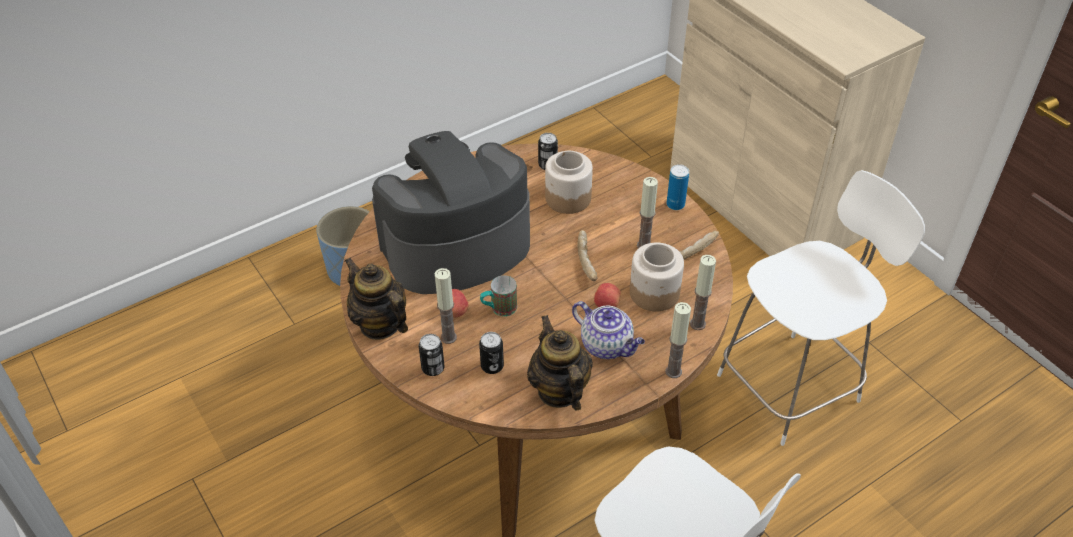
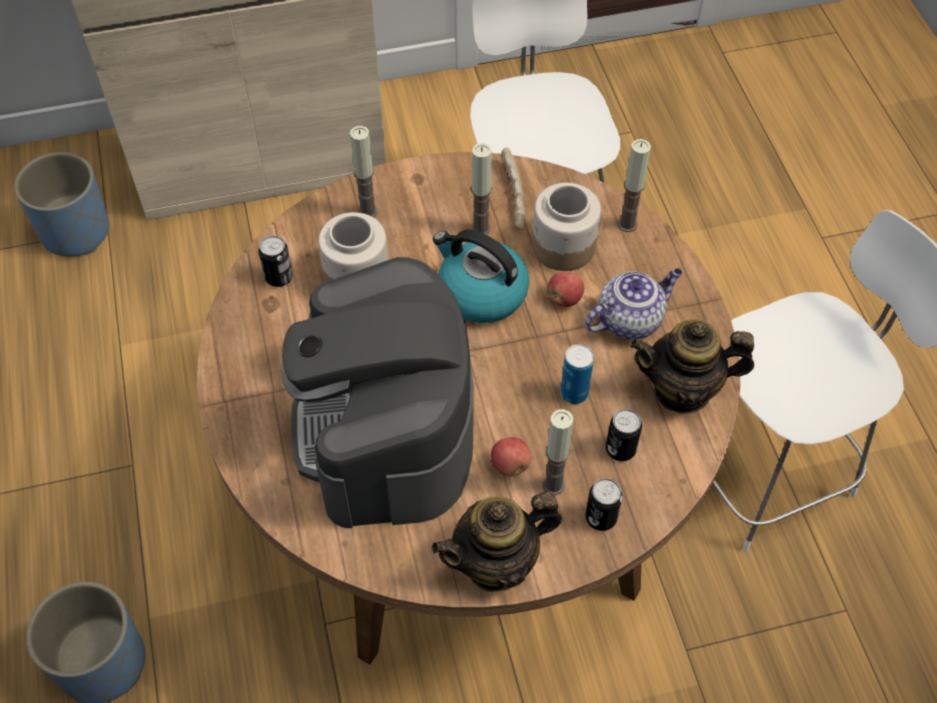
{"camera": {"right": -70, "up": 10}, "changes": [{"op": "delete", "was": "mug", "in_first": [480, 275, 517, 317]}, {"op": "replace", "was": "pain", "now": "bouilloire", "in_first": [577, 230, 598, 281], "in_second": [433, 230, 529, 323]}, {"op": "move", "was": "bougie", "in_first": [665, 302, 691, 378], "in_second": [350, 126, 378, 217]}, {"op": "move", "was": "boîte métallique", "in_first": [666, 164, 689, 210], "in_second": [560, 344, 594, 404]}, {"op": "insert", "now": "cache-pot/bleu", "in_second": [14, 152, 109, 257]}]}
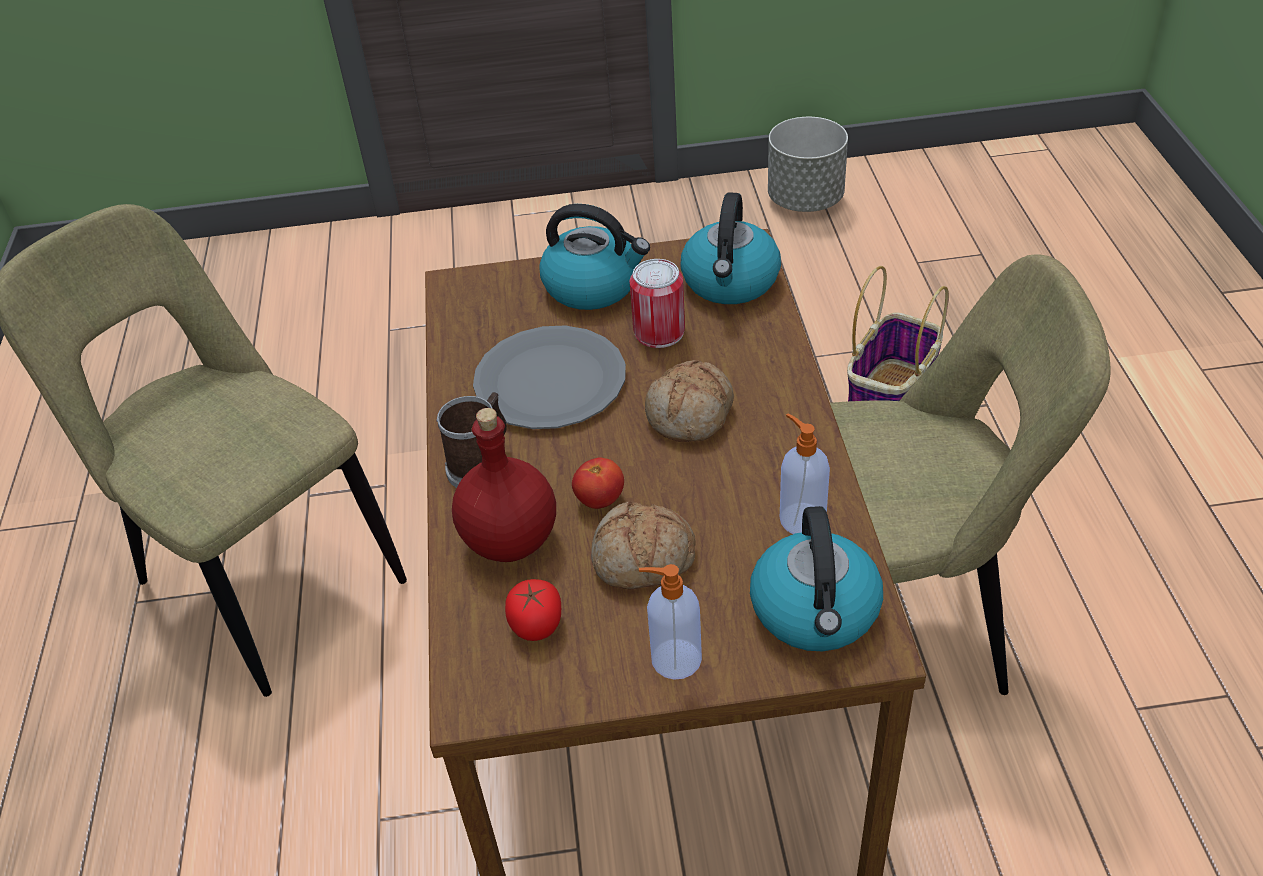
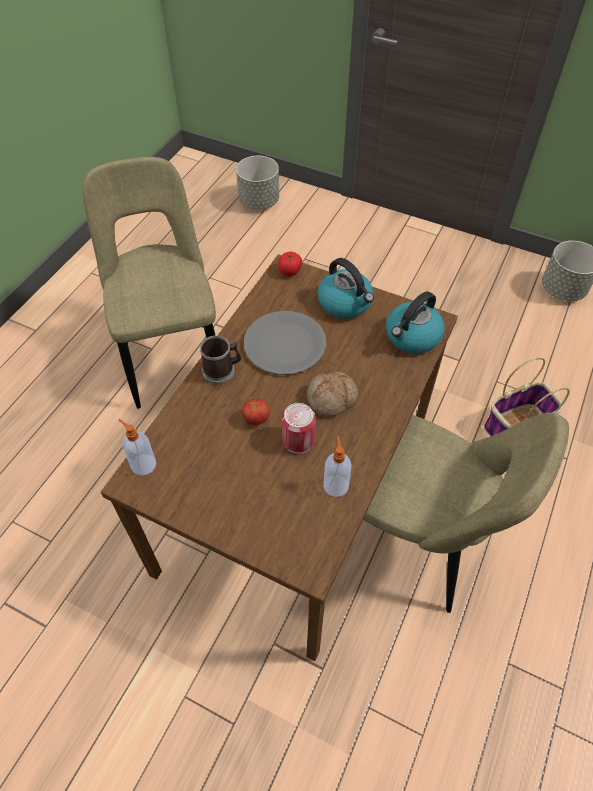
{"camera": {"right": 30, "up": 10}, "changes": [{"op": "delete", "was": "bouteille/rouge", "in_first": [452, 408, 556, 562]}, {"op": "move", "was": "tomate", "in_first": [505, 579, 561, 641], "in_second": [278, 252, 302, 276]}, {"op": "delete", "was": "pain", "in_first": [591, 501, 696, 589]}, {"op": "move", "was": "boîte métallique", "in_first": [630, 259, 685, 348], "in_second": [282, 403, 316, 454]}, {"op": "move", "was": "distributeur de savon", "in_first": [639, 564, 702, 680], "in_second": [119, 419, 156, 476]}, {"op": "delete", "was": "bouilloire", "in_first": [750, 506, 883, 651]}, {"op": "insert", "now": "cache-pot/gris", "in_second": [236, 156, 279, 210]}]}
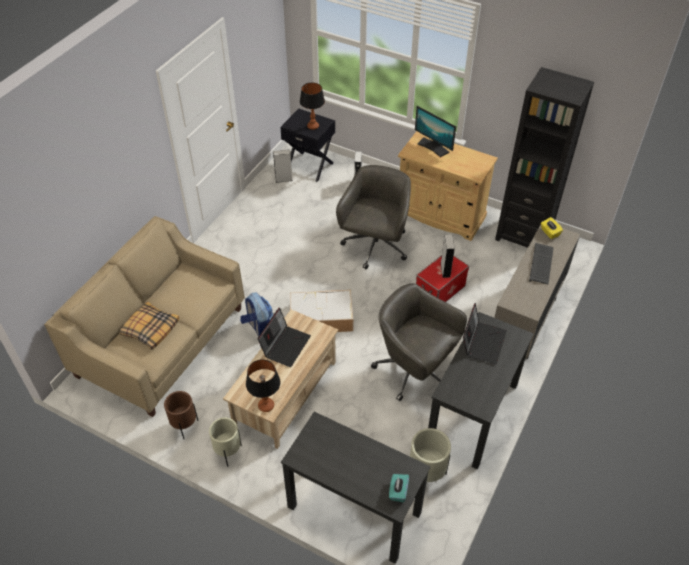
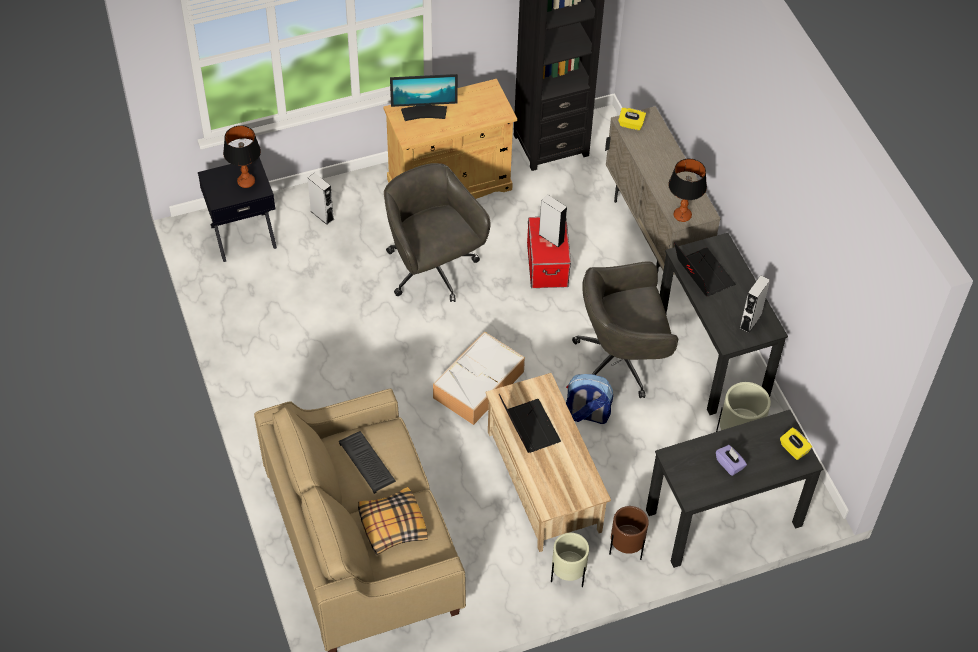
{"camera": {"right": -50, "up": 5}, "changes": [{"op": "move", "was": "cache-pot/marron", "in_first": [164, 391, 198, 439], "in_second": [609, 506, 649, 560]}, {"op": "move", "was": "sac à dos", "in_first": [240, 292, 274, 337], "in_second": [566, 374, 613, 424]}, {"op": "move", "was": "lampe de table", "in_first": [246, 359, 280, 412], "in_second": [668, 159, 707, 222]}, {"op": "move", "was": "enceinte/gris", "in_first": [273, 150, 293, 183], "in_second": [740, 275, 770, 333]}, {"op": "recolor", "was": "boîte à mouchoirs/turquoise", "now": "boîte à mouchoirs/jaune", "in_first": [389, 474, 409, 502], "in_second": [780, 428, 812, 460]}, {"op": "move", "was": "clavier", "in_first": [529, 243, 554, 284], "in_second": [339, 431, 396, 494]}, {"op": "insert", "now": "boîte à mouchoirs/violet", "in_second": [716, 445, 747, 476]}]}
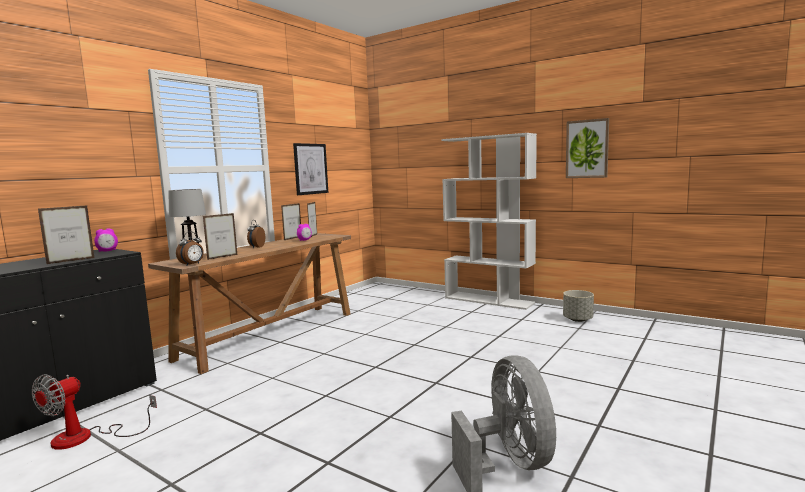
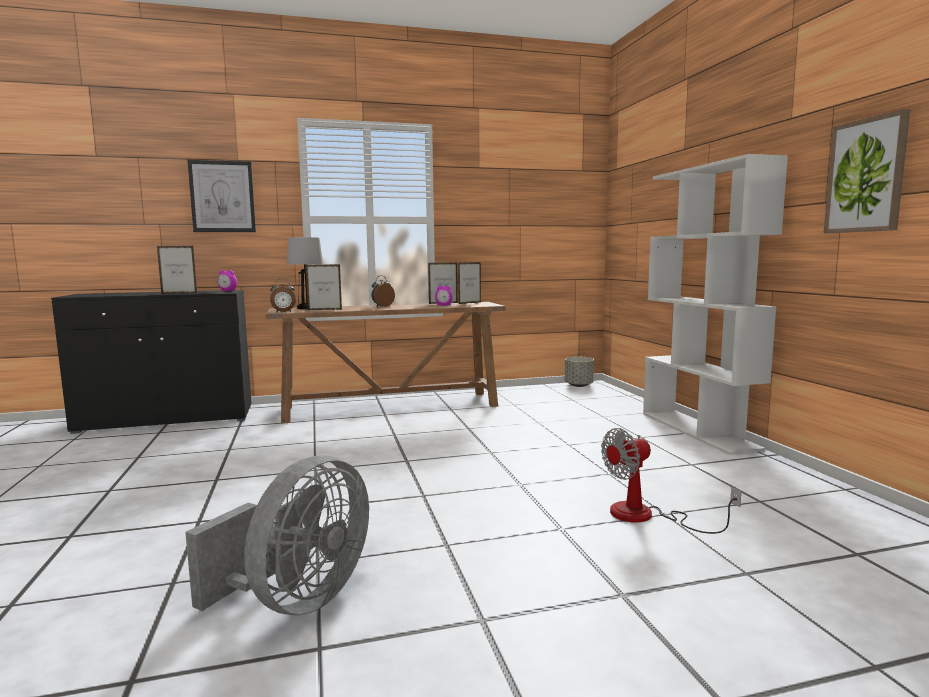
{"camera": {"right": 40, "up": 0}, "changes": [{"op": "move", "was": "ventilateur", "in_first": [32, 374, 157, 450], "in_second": [601, 428, 741, 534]}, {"op": "move", "was": "tableau", "in_first": [293, 143, 328, 195], "in_second": [187, 160, 256, 232]}, {"op": "move", "was": "cache-pot/gris", "in_first": [563, 290, 594, 322], "in_second": [565, 357, 594, 387]}]}
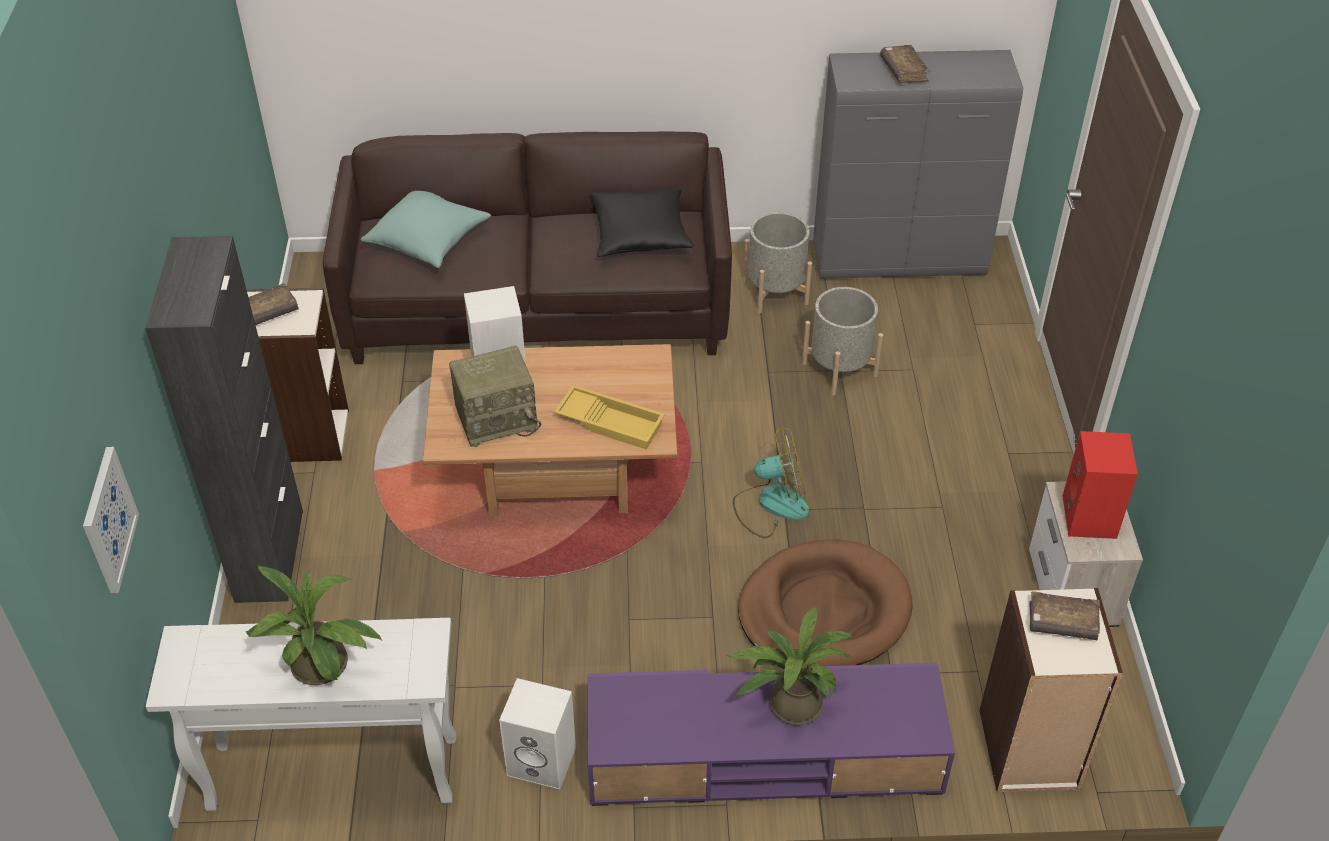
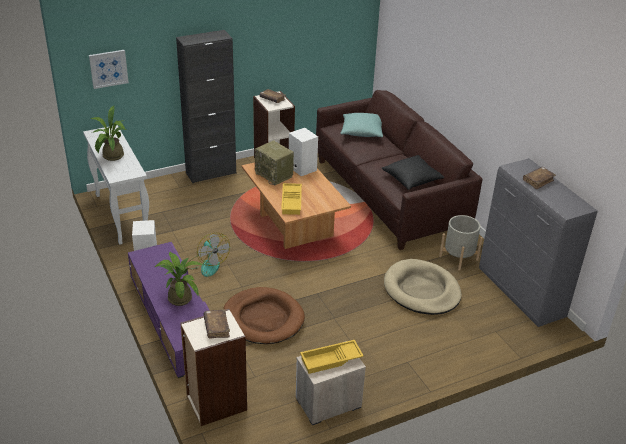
{"camera": {"right": 65, "up": -10}, "changes": [{"op": "move", "was": "ventilateur", "in_first": [733, 428, 809, 538], "in_second": [186, 233, 230, 277]}, {"op": "replace", "was": "cache-pot/gris", "now": "panier pour chien/beige", "in_first": [802, 287, 883, 396], "in_second": [384, 259, 462, 315]}, {"op": "replace", "was": "enceinte/rouge", "now": "plateau/jaune", "in_first": [1062, 431, 1138, 539], "in_second": [300, 340, 364, 374]}]}
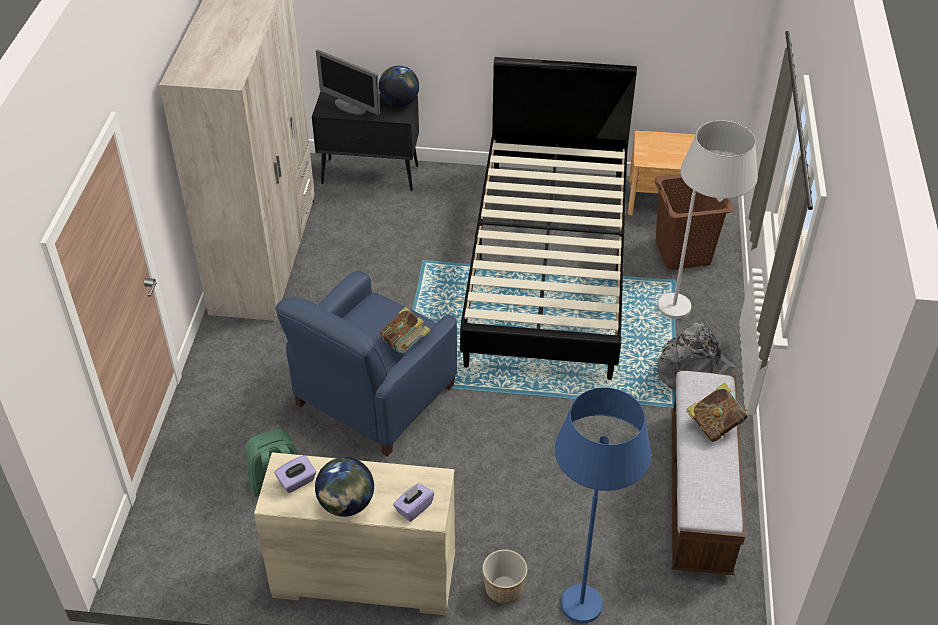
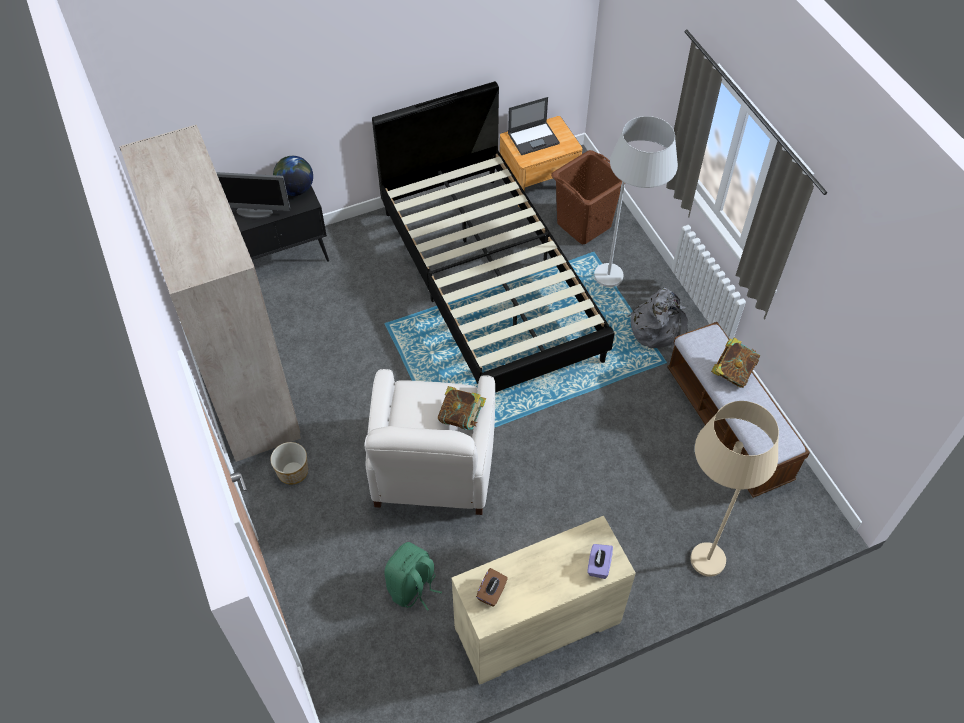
{"camera": {"right": -30, "up": 10}, "changes": [{"op": "recolor", "was": "boîte à mouchoirs/violet", "now": "boîte à mouchoirs/marron", "in_first": [274, 455, 316, 493], "in_second": [476, 568, 508, 606]}, {"op": "recolor", "was": "fauteuil/bleu", "now": "fauteuil/blanc", "in_first": [276, 271, 457, 457], "in_second": [364, 369, 495, 515]}, {"op": "delete", "was": "globe", "in_first": [315, 457, 374, 517]}, {"op": "move", "was": "cache-pot", "in_first": [482, 550, 527, 604], "in_second": [270, 442, 308, 485]}, {"op": "recolor", "was": "lampadaire/bleu", "now": "lampadaire/beige", "in_first": [555, 388, 651, 623], "in_second": [690, 401, 779, 576]}, {"op": "insert", "now": "ordinateur portable", "in_second": [508, 97, 560, 155]}]}
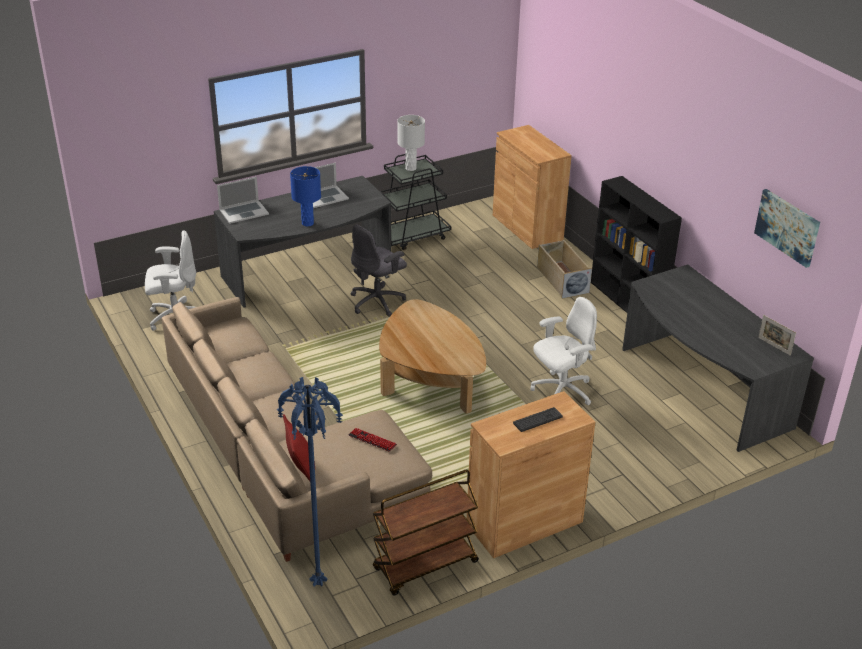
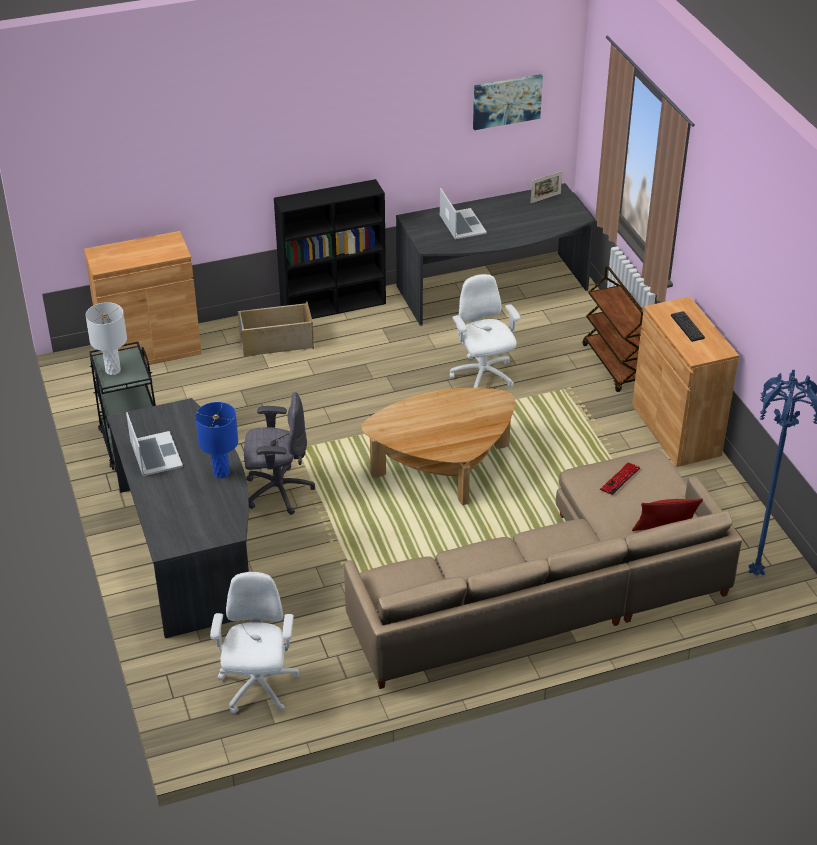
{"camera": {"right": -80, "up": 5}, "changes": [{"op": "move", "was": "ordinateur portable", "in_first": [217, 177, 269, 224], "in_second": [440, 188, 487, 239]}, {"op": "rotate", "was": "chaise de bureau/gris", "in_first": [351, 224, 407, 317], "in_second": [244, 392, 315, 515], "clockwise": -60}, {"op": "move", "was": "chariot/marron", "in_first": [373, 470, 479, 596], "in_second": [583, 266, 644, 392]}]}
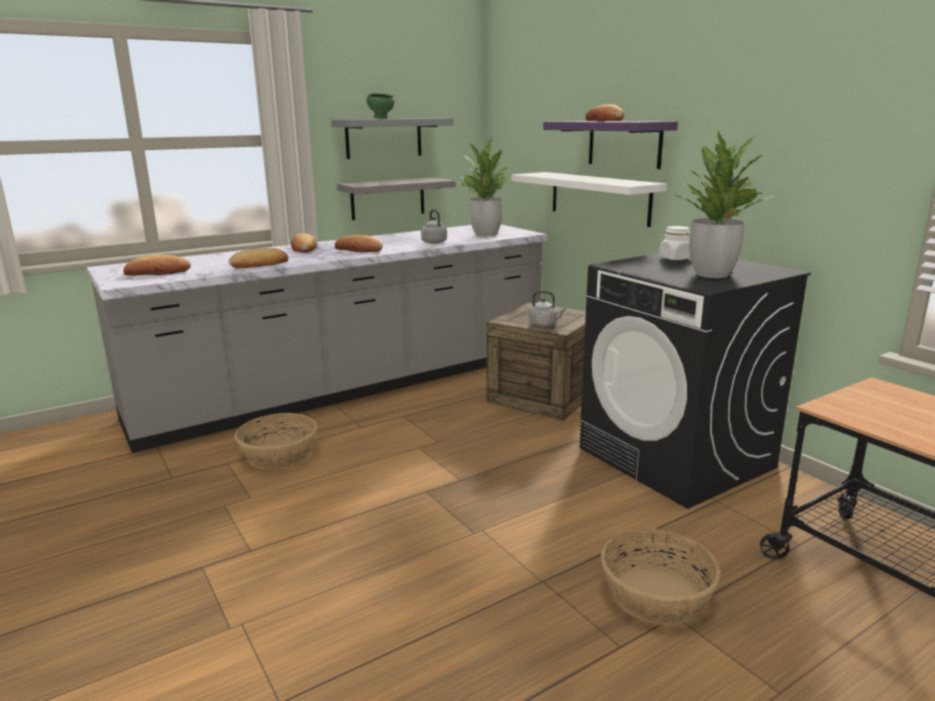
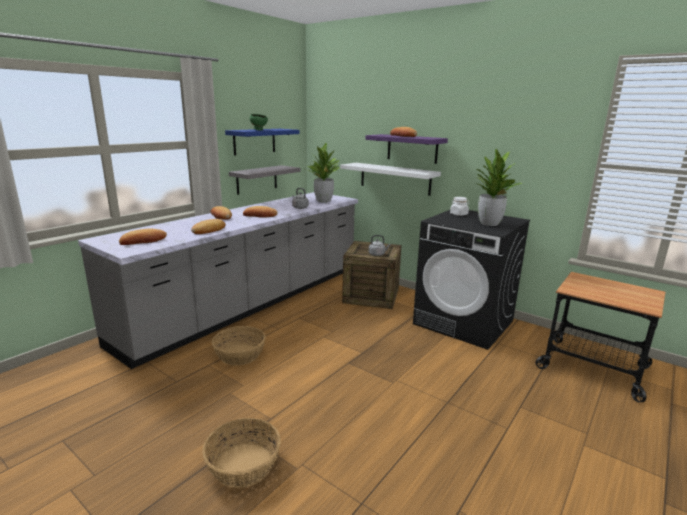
{"camera": {"right": -20, "up": 0}, "changes": [{"op": "recolor", "was": "étagère/gris", "now": "étagère/bleu", "in_first": [331, 118, 454, 159], "in_second": [225, 129, 300, 155]}, {"op": "move", "was": "panier", "in_first": [601, 528, 721, 625], "in_second": [202, 418, 281, 488]}]}
